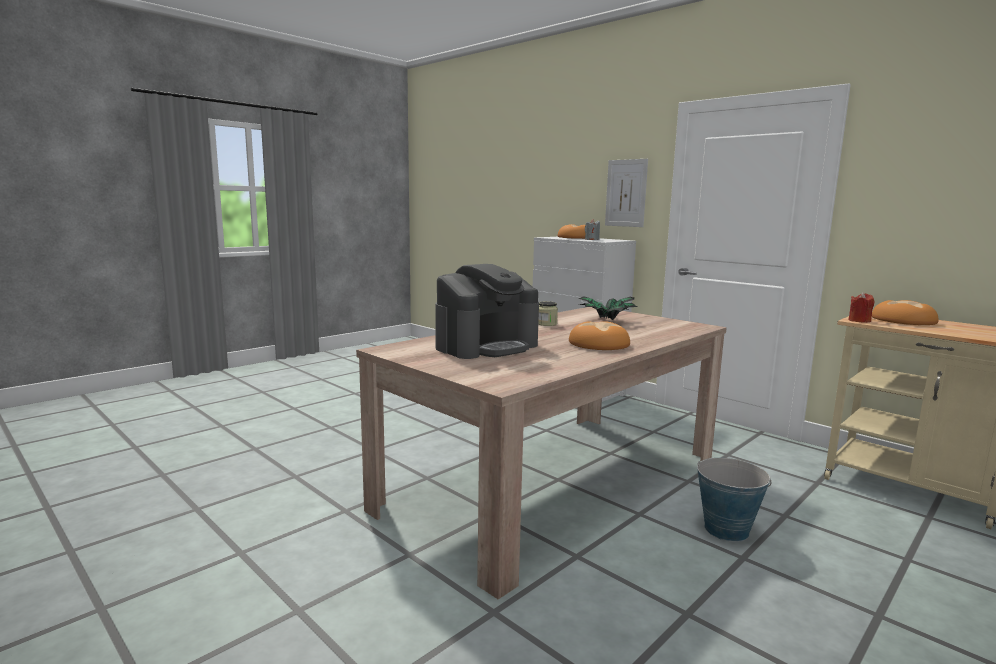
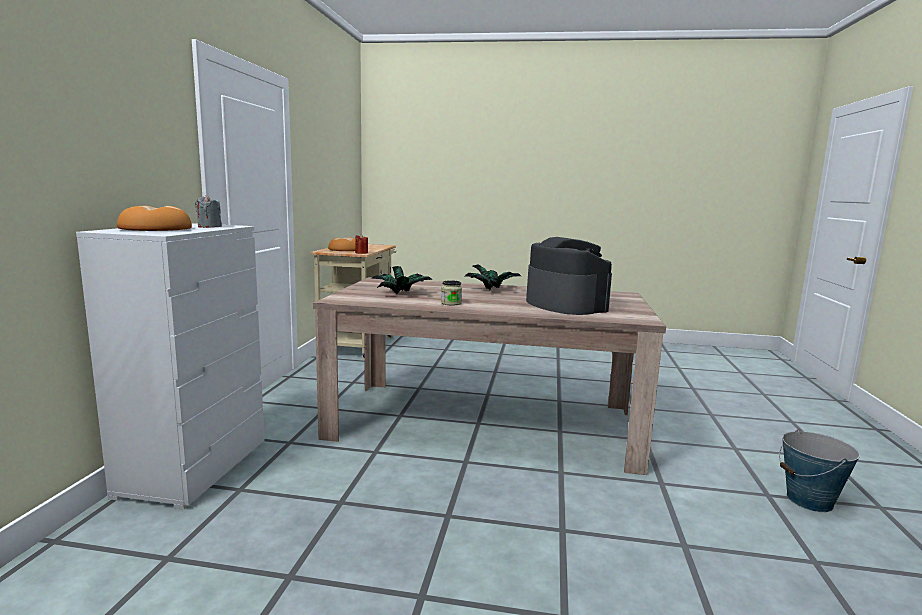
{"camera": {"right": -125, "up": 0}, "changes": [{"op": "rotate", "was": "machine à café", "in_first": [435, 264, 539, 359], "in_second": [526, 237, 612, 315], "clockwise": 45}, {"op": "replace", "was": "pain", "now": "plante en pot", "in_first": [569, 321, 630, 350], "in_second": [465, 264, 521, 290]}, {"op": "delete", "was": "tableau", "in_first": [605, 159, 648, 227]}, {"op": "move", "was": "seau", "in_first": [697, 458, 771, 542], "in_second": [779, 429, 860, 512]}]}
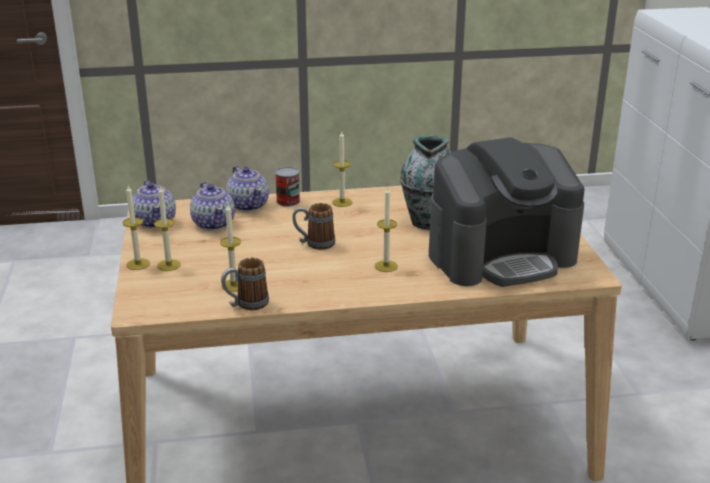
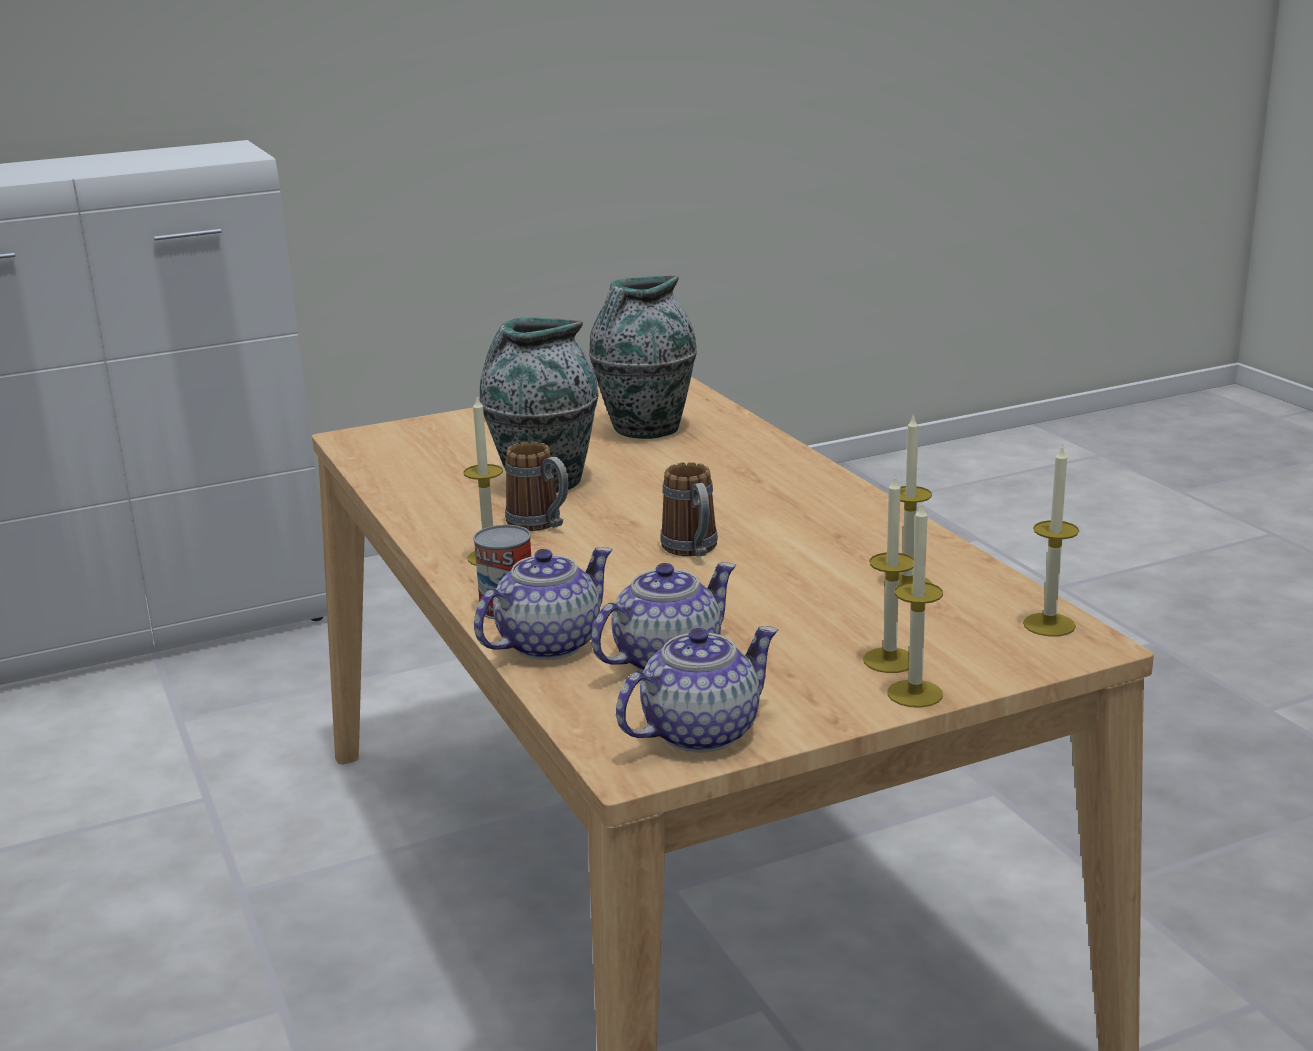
{"camera": {"right": -105, "up": -5}, "changes": [{"op": "move", "was": "mug", "in_first": [221, 257, 269, 310], "in_second": [505, 441, 569, 531]}, {"op": "move", "was": "bougie", "in_first": [375, 187, 398, 272], "in_second": [1023, 444, 1079, 636]}, {"op": "replace", "was": "machine à café", "now": "vase", "in_first": [429, 137, 584, 287], "in_second": [589, 275, 697, 439]}]}
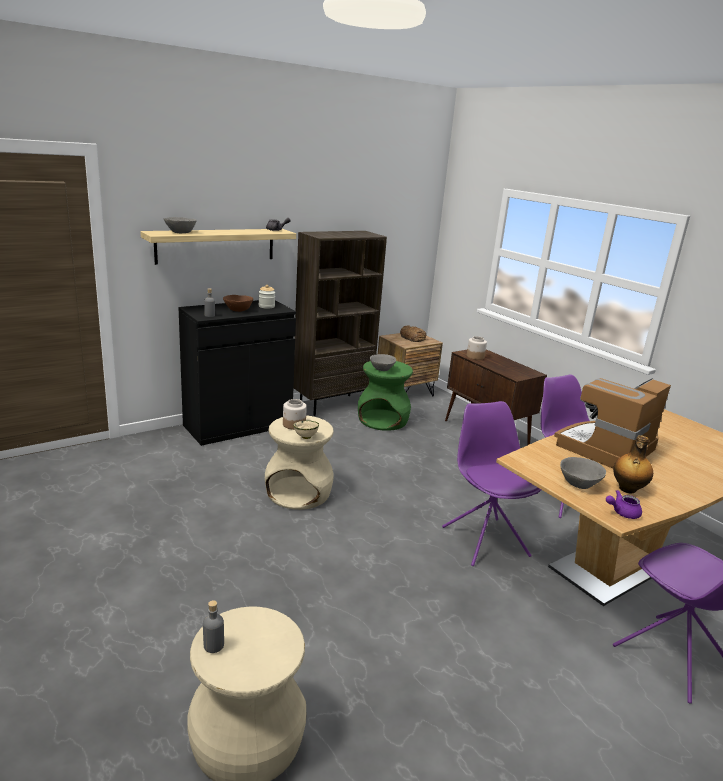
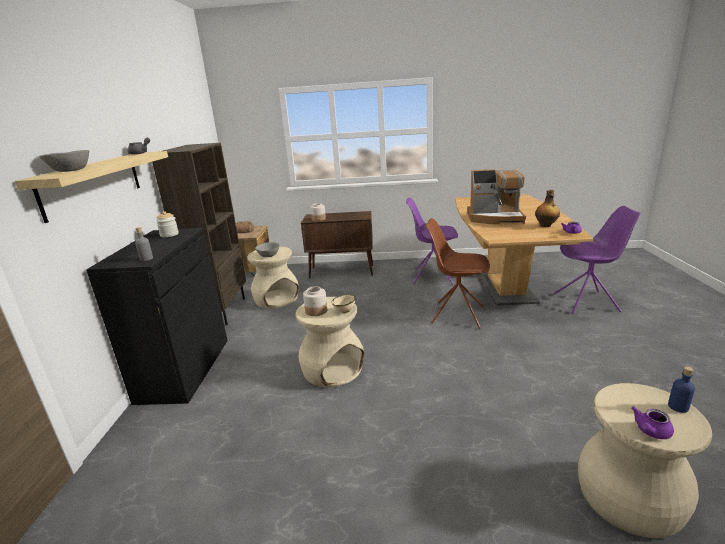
{"camera": {"right": -50, "up": 0}, "changes": [{"op": "replace", "was": "bouteille/gris", "now": "théière/violet", "in_first": [203, 600, 224, 653], "in_second": [631, 406, 674, 439]}, {"op": "delete", "was": "bol/marron", "in_first": [223, 295, 253, 312]}, {"op": "recolor", "was": "tabouret/vert", "now": "tabouret/beige", "in_first": [358, 361, 413, 431], "in_second": [247, 246, 299, 309]}, {"op": "recolor", "was": "chaise/violet", "now": "chaise/marron", "in_first": [442, 401, 541, 566], "in_second": [425, 218, 490, 329]}, {"op": "rotate", "was": "machine à café", "in_first": [554, 378, 671, 468], "in_second": [467, 169, 526, 224], "clockwise": -75}, {"op": "delete", "was": "bol/gris", "in_first": [560, 457, 606, 489]}, {"op": "insert", "now": "bouteille/bleu", "in_second": [668, 366, 695, 413]}]}
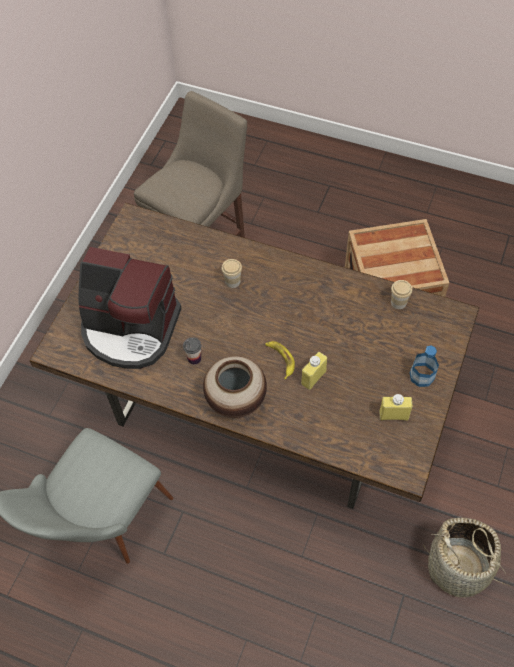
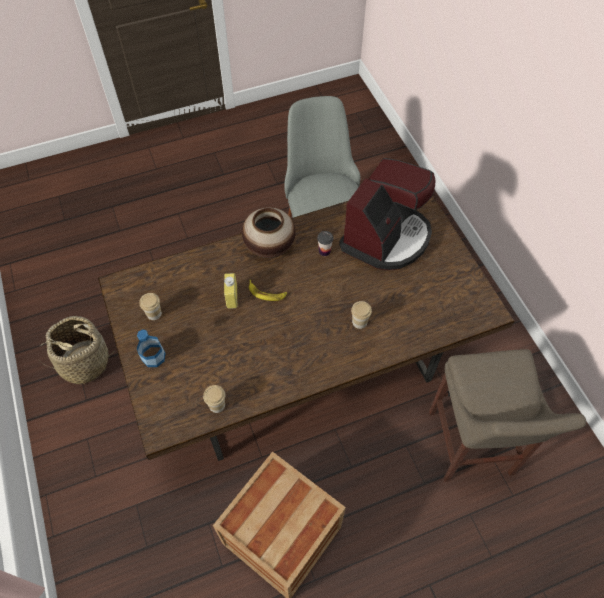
{"camera": {"right": 135, "up": 0}, "changes": [{"op": "rotate", "was": "machine à café", "in_first": [78, 247, 182, 369], "in_second": [339, 158, 436, 270], "clockwise": 150}, {"op": "replace", "was": "bouteille/jaune", "now": "tasse", "in_first": [379, 394, 412, 420], "in_second": [139, 293, 162, 320]}]}
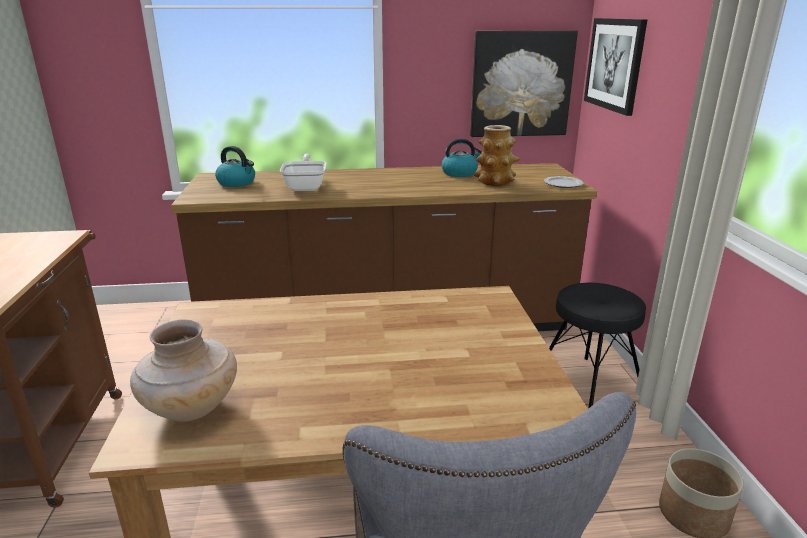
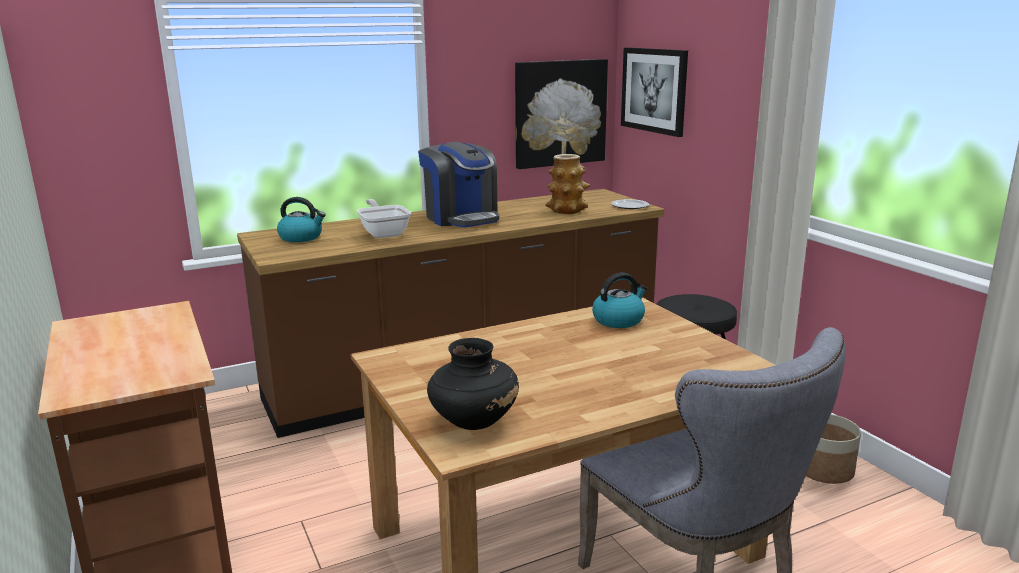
{"camera": {"right": -20, "up": -5}, "changes": [{"op": "recolor", "was": "vase/beige", "now": "vase/noir", "in_first": [130, 319, 237, 421], "in_second": [427, 338, 519, 430]}, {"op": "move", "was": "bouilloire", "in_first": [441, 138, 482, 177], "in_second": [592, 273, 647, 328]}, {"op": "insert", "now": "machine à café", "in_second": [418, 142, 499, 227]}]}
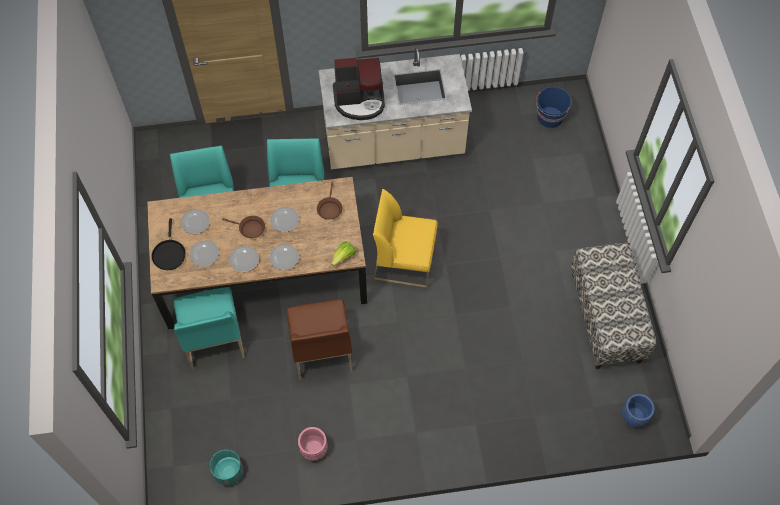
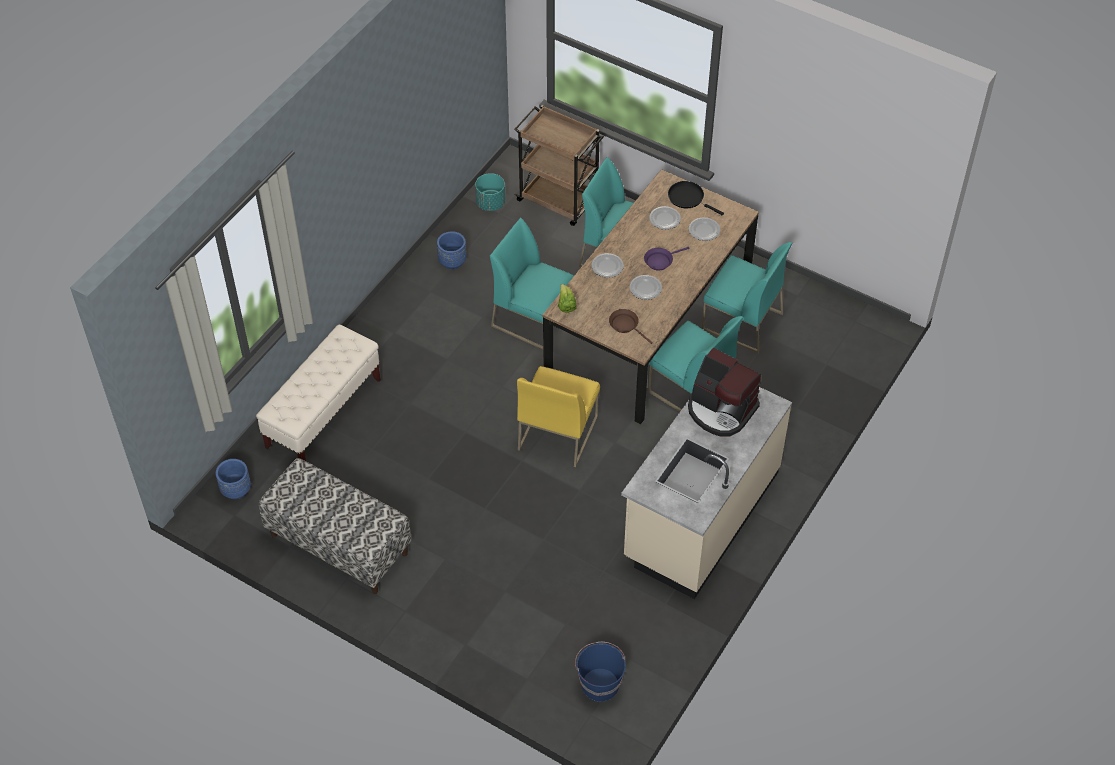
{"camera": {"right": 130, "up": -10}, "changes": [{"op": "recolor", "was": "poêle/marron", "now": "poêle/violet", "in_first": [222, 216, 265, 238], "in_second": [644, 247, 690, 270]}, {"op": "delete", "was": "assiette", "in_first": [229, 246, 259, 272]}, {"op": "recolor", "was": "chaise/marron", "now": "chaise/turquoise", "in_first": [286, 299, 353, 380], "in_second": [490, 218, 574, 350]}, {"op": "recolor", "was": "cache-pot/rose", "now": "cache-pot/bleu", "in_first": [298, 427, 328, 461], "in_second": [437, 231, 467, 269]}, {"op": "rotate", "was": "machine à café", "in_first": [333, 58, 385, 120], "in_second": [688, 348, 761, 437], "clockwise": -90}, {"op": "rotate", "was": "chaise/jaune", "in_first": [373, 189, 438, 288], "in_second": [517, 366, 600, 467], "clockwise": 150}, {"op": "insert", "now": "banc/beige", "in_second": [256, 325, 381, 461]}, {"op": "insert", "now": "chariot/marron", "in_second": [514, 105, 604, 226]}]}
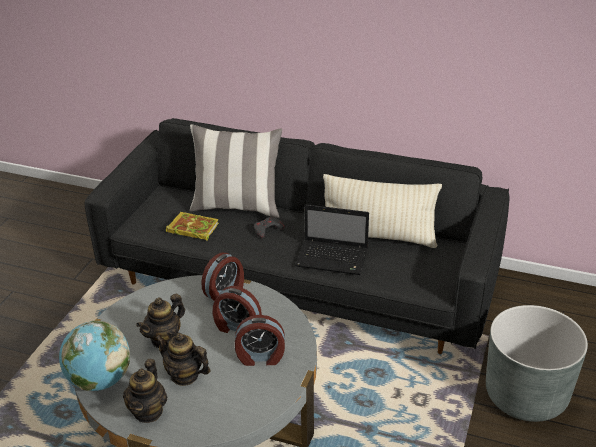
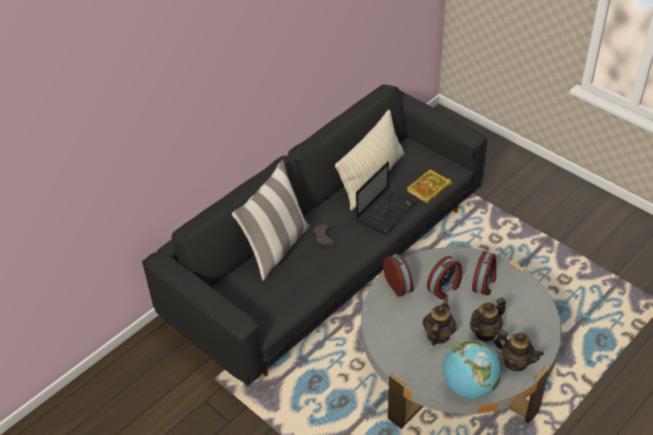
{"camera": {"right": -65, "up": 10}, "changes": [{"op": "rotate", "was": "théière", "in_first": [136, 294, 185, 348], "in_second": [423, 297, 457, 346], "clockwise": -135}, {"op": "move", "was": "livre", "in_first": [166, 212, 219, 241], "in_second": [407, 169, 452, 204]}, {"op": "delete", "was": "cache-pot/gris", "in_first": [486, 305, 588, 422]}]}
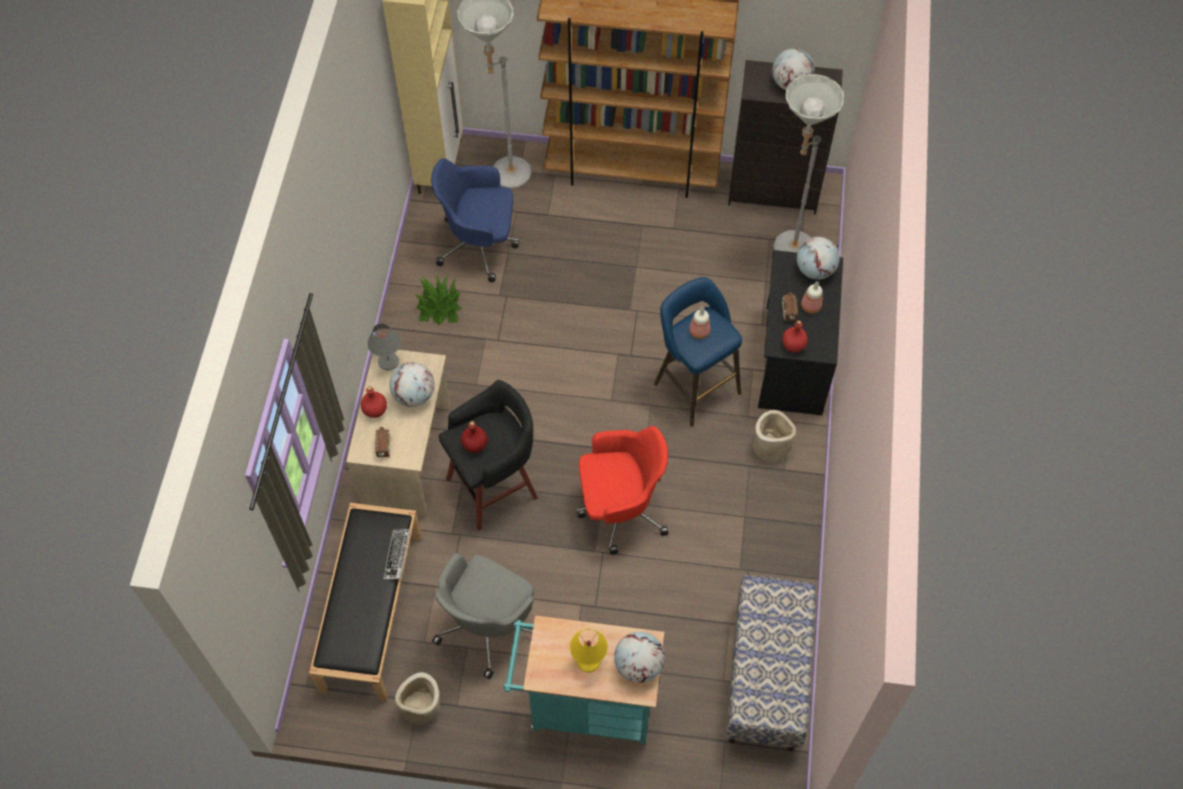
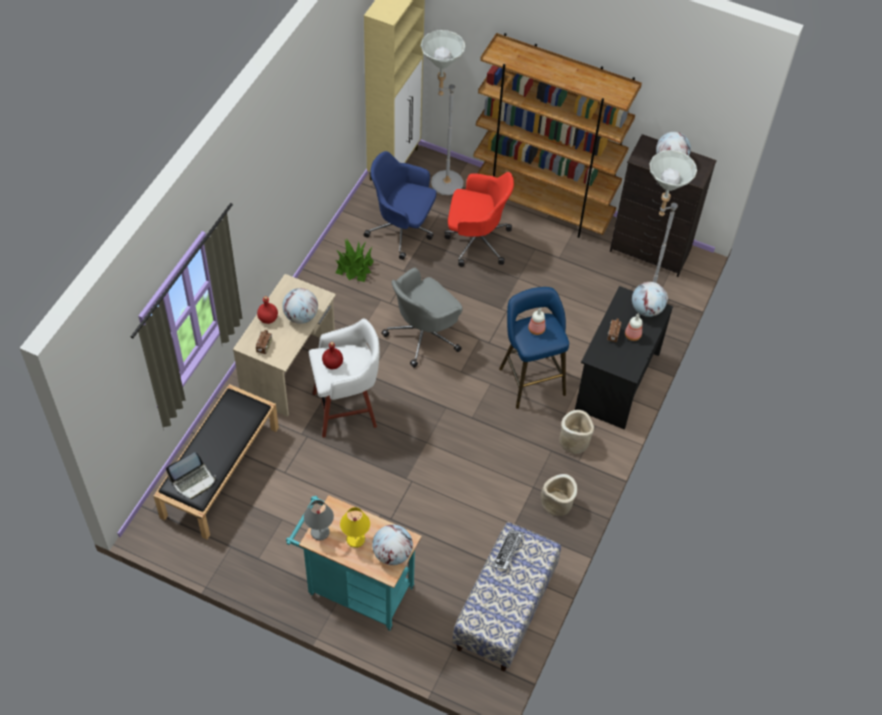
{"camera": {"right": 15, "up": -5}, "changes": [{"op": "move", "was": "lampe de table/gris", "in_first": [367, 323, 401, 370], "in_second": [304, 500, 334, 540]}, {"op": "move", "was": "clavier", "in_first": [383, 529, 410, 580], "in_second": [492, 530, 523, 570]}, {"op": "move", "was": "cache-pot/beige", "in_first": [395, 672, 440, 724], "in_second": [541, 474, 577, 516]}, {"op": "move", "was": "chaise de bureau/gris", "in_first": [432, 553, 534, 679], "in_second": [381, 268, 463, 368]}, {"op": "recolor", "was": "tabouret/noir", "now": "tabouret/blanc", "in_first": [438, 380, 538, 531], "in_second": [309, 318, 380, 438]}, {"op": "move", "was": "chaise de bureau/rouge", "in_first": [577, 426, 668, 555], "in_second": [445, 172, 514, 267]}, {"op": "delete", "was": "bouteille/rouge", "in_first": [782, 320, 808, 352]}, {"op": "insert", "now": "ordinateur portable", "in_second": [166, 452, 216, 499]}]}
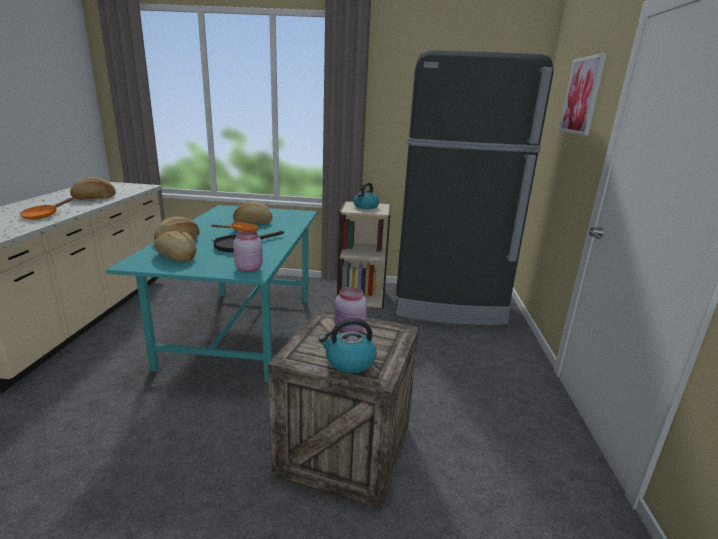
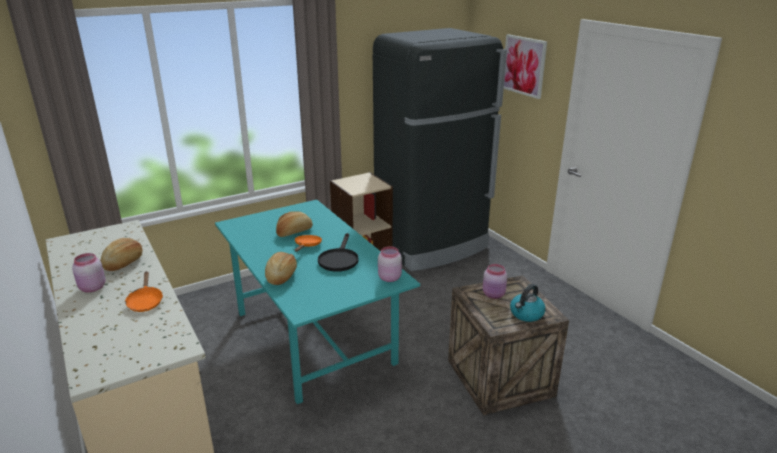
{"camera": {"right": -35, "up": 5}, "changes": [{"op": "delete", "was": "pain", "in_first": [154, 231, 197, 262]}, {"op": "delete", "was": "bouilloire", "in_first": [354, 182, 379, 209]}, {"op": "insert", "now": "bocal/rose", "in_second": [72, 253, 105, 292]}]}
